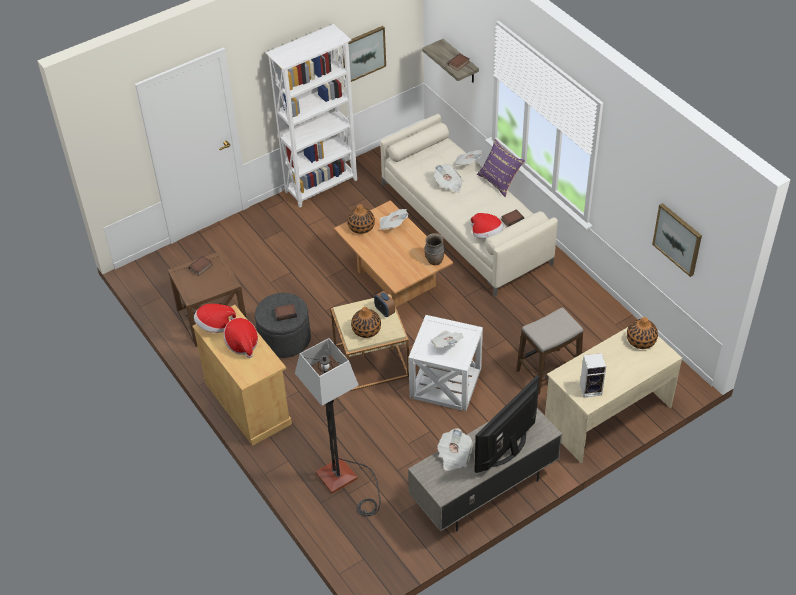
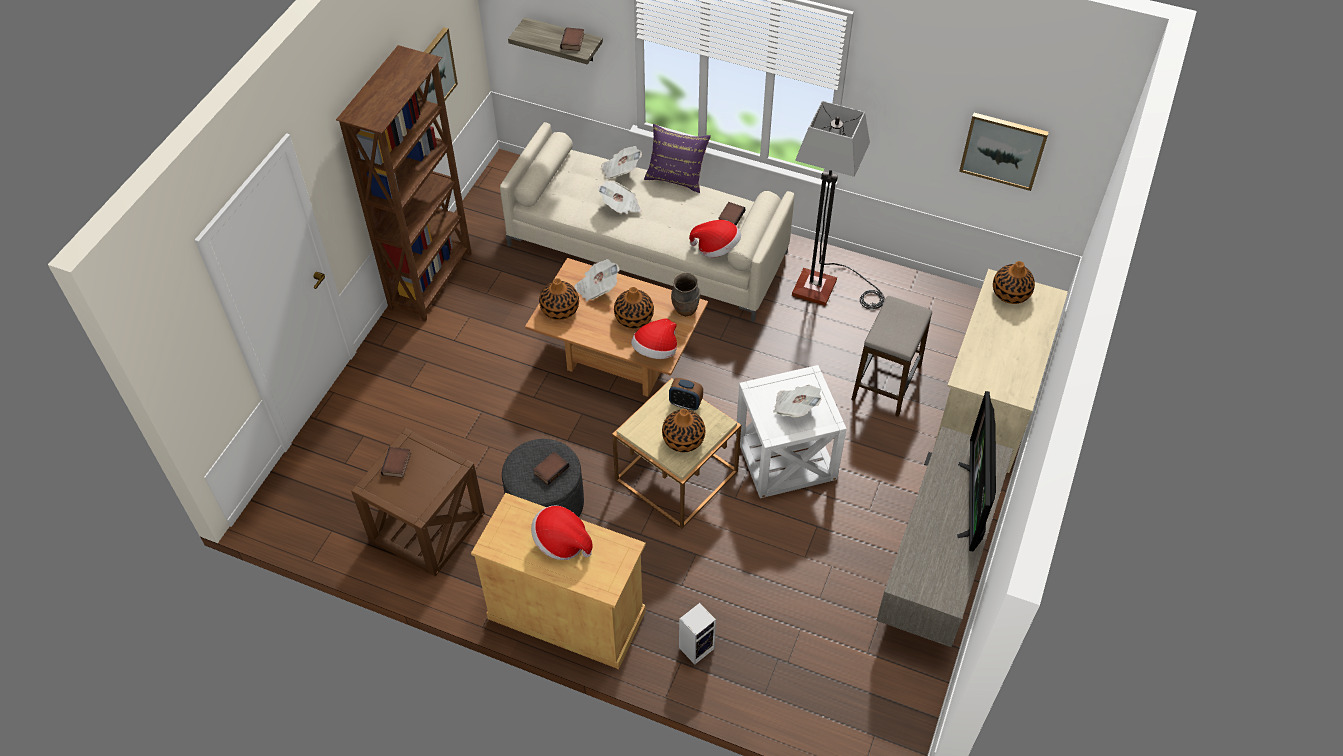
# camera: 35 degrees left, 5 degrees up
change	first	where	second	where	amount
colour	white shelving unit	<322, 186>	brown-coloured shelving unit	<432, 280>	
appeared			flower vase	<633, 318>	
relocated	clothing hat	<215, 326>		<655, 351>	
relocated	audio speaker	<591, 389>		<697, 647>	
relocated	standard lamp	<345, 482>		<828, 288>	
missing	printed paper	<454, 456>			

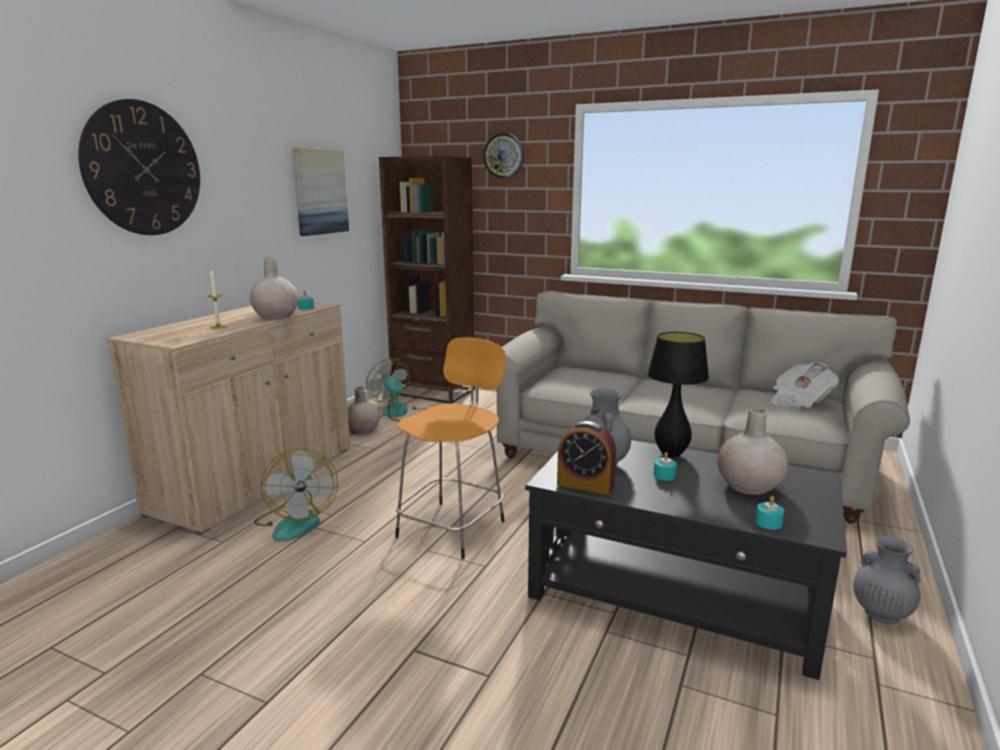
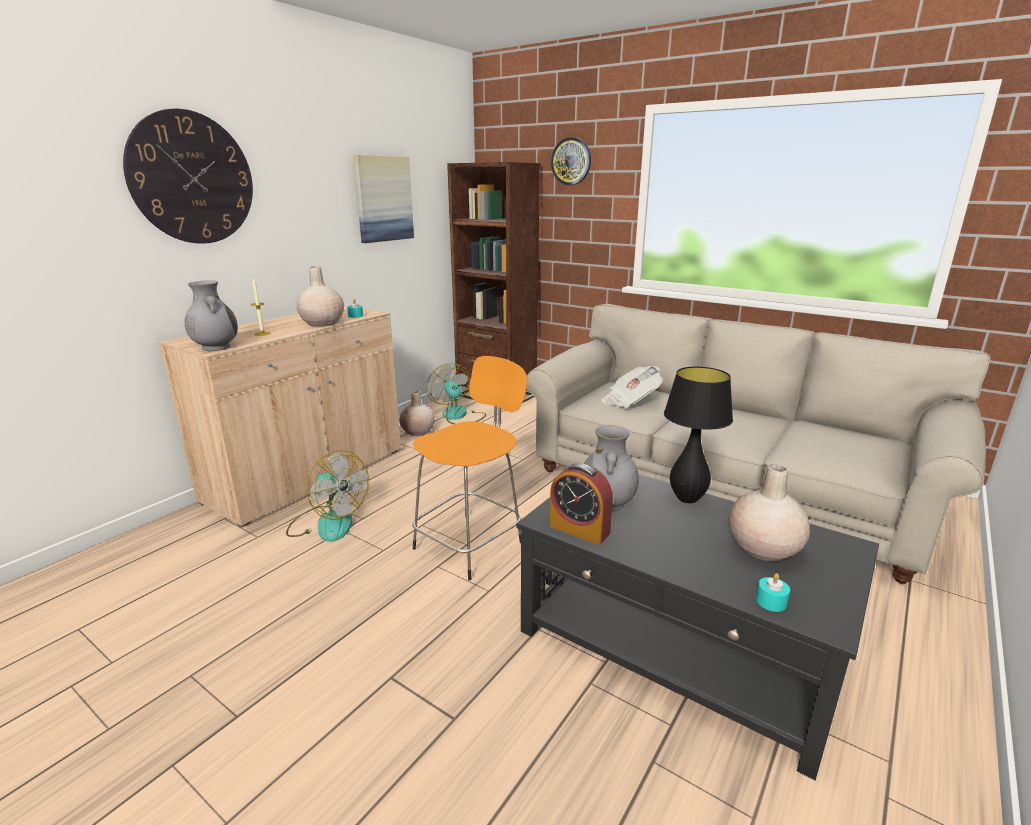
# camera: 10 degrees right, 5 degrees up
change	first	where	second	where	amount
relocated	gray flower vase	<880, 613>		<215, 347>	
spun	electric fan	<296, 522>		<328, 522>	45 degrees counterclockwise
relocated	printed paper	<799, 401>		<630, 401>	
missing	turquoise-coloured wax candle	<664, 475>			

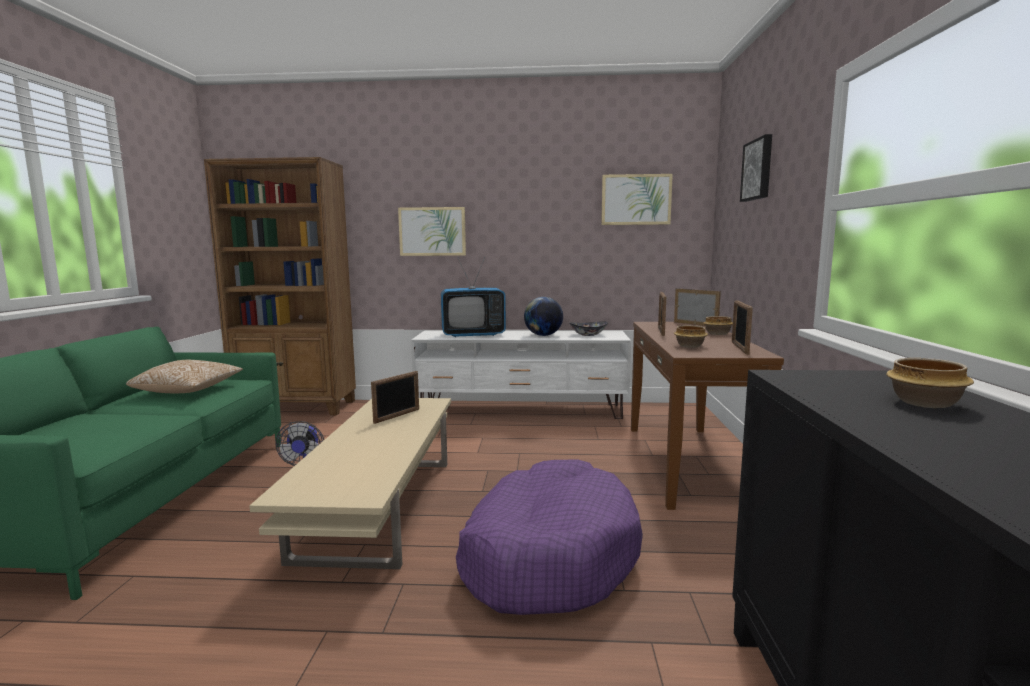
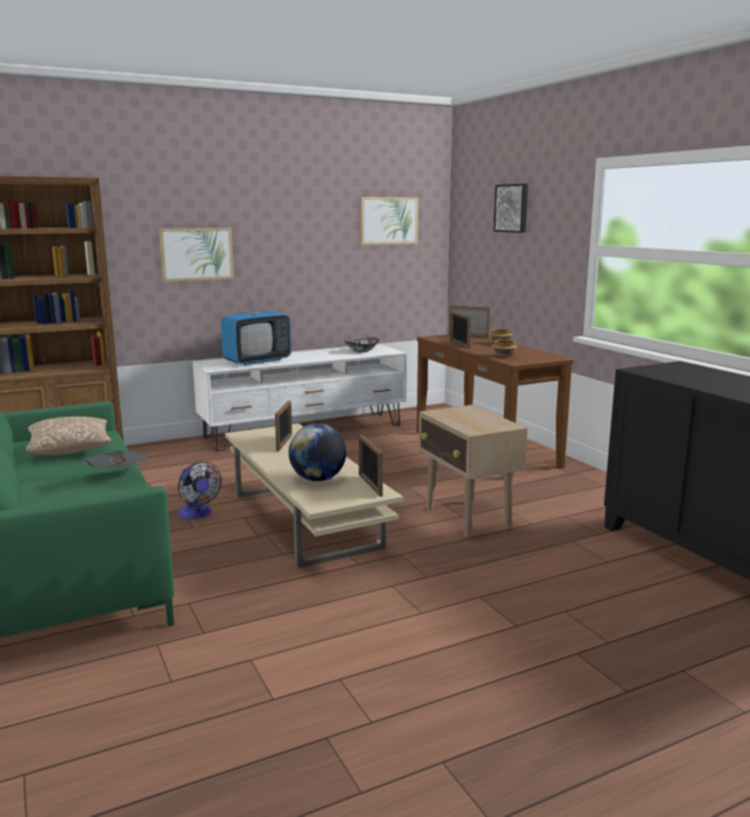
# camera: 30 degrees left, 5 degrees up
change	first	where	second	where	amount
appeared			printed paper	<119, 476>	
relocated	world globe	<543, 335>		<318, 479>	
relocated	photo frame	<739, 348>		<370, 485>	
exchanged	purple-coloured dog cushion	<548, 555>	beige-coloured accent table	<468, 519>	
missing	bowl	<927, 403>			

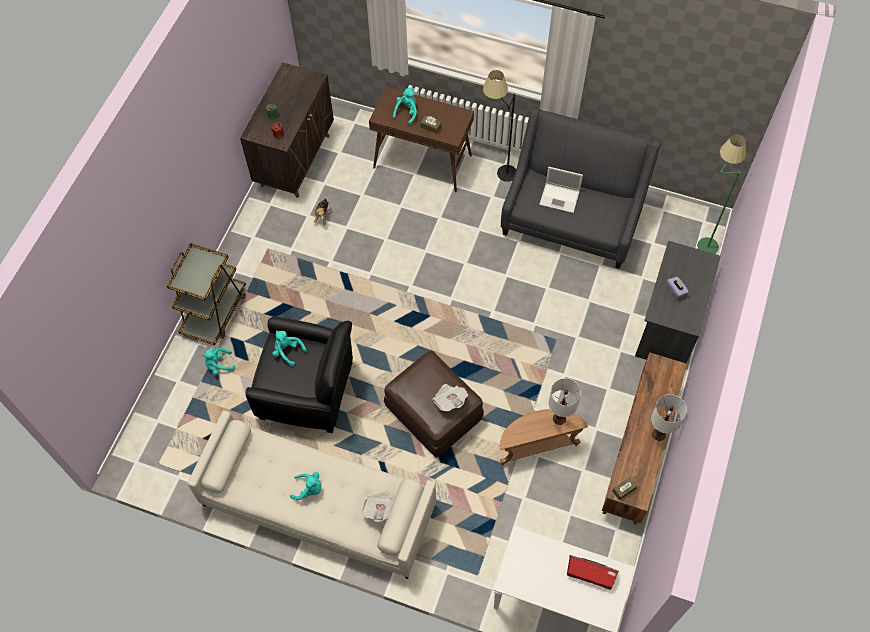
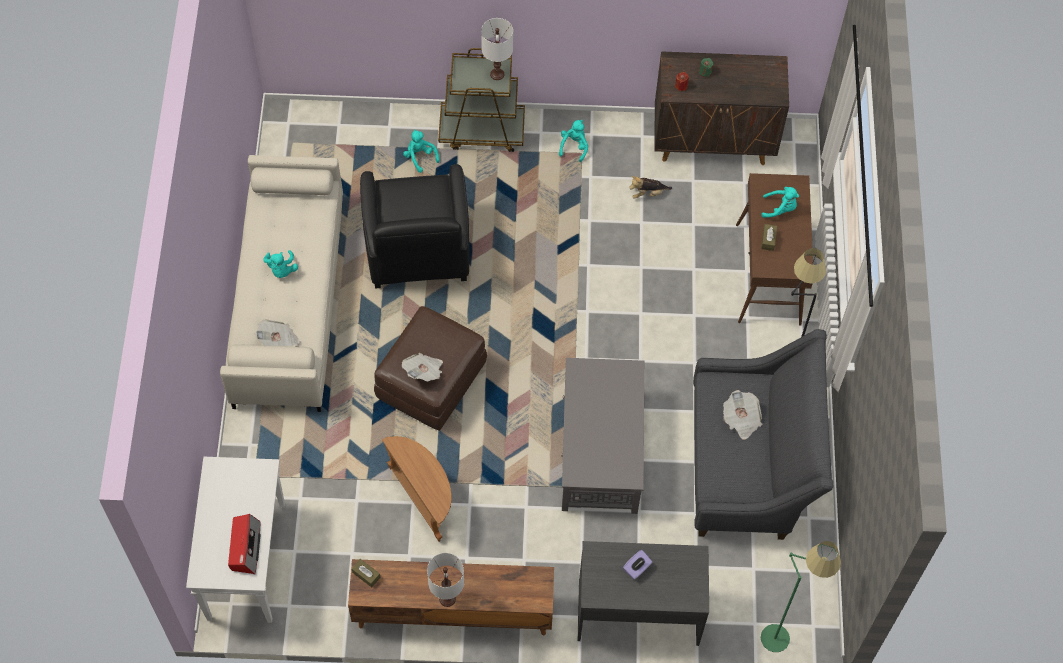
# camera: 70 degrees right, 0 degrees up
change	first	where	second	where	amount
relocated	white tabletop lamp	<559, 418>		<497, 74>	
relocated	turquoise-coloured cuddly toy	<287, 351>		<574, 146>	
appeared			gray low table	<600, 450>	
exchanged	notebook computer	<560, 198>	printed paper	<741, 419>	

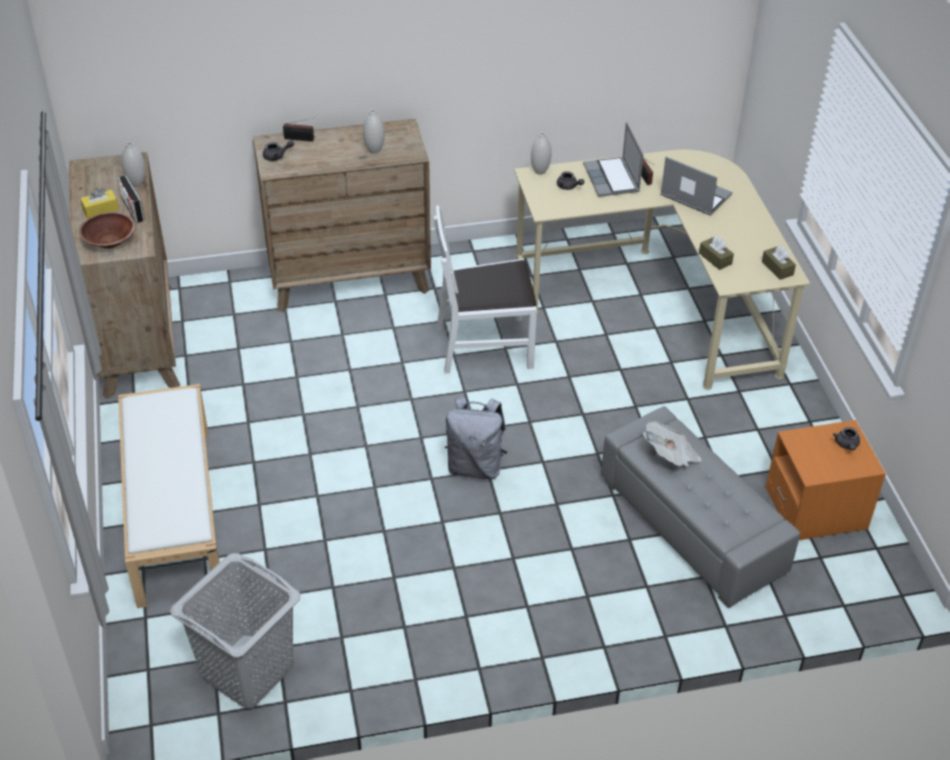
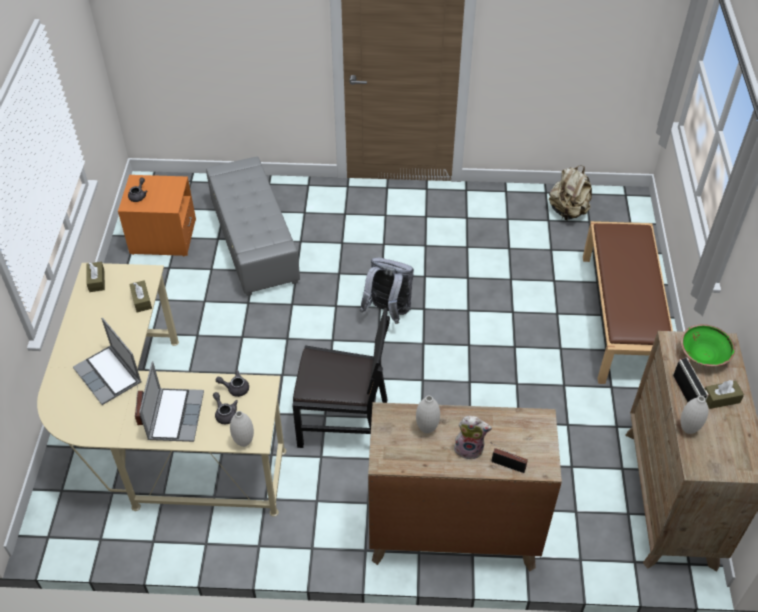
# camera: 165 degrees left, 5 degrees up
change	first	where	second	where	amount
relocated	gray teapot	<277, 156>		<235, 388>	
colour	white plain chair	<484, 346>	black-coloured plain chair	<342, 421>	
appeared			cuddly toy	<469, 448>	
exchanged	gray washing basket	<247, 671>	beige-coloured knapsack	<568, 211>	
colour	white indoor bench	<173, 513>	brown-coloured indoor bench	<622, 318>	
colour	brown-coloured bowl	<109, 242>	green-coloured bowl	<703, 354>	
colour	yellowish tissue holder	<100, 209>	brown-coloured tissue holder	<720, 399>	
missing	printed paper	<670, 456>			

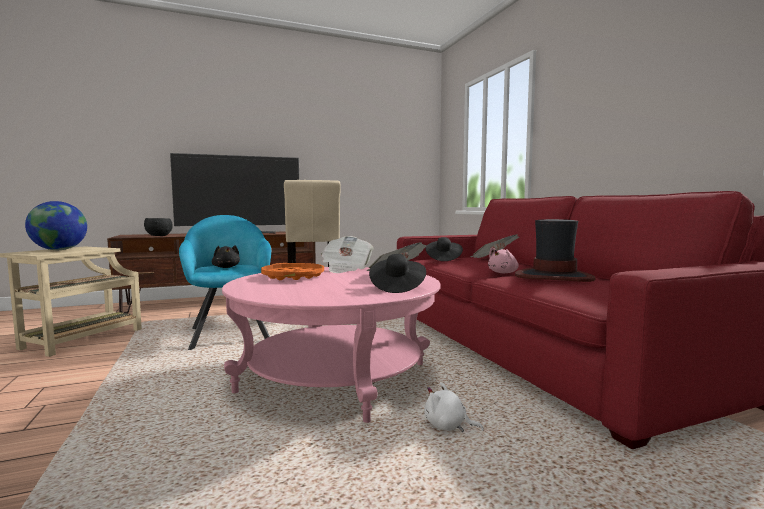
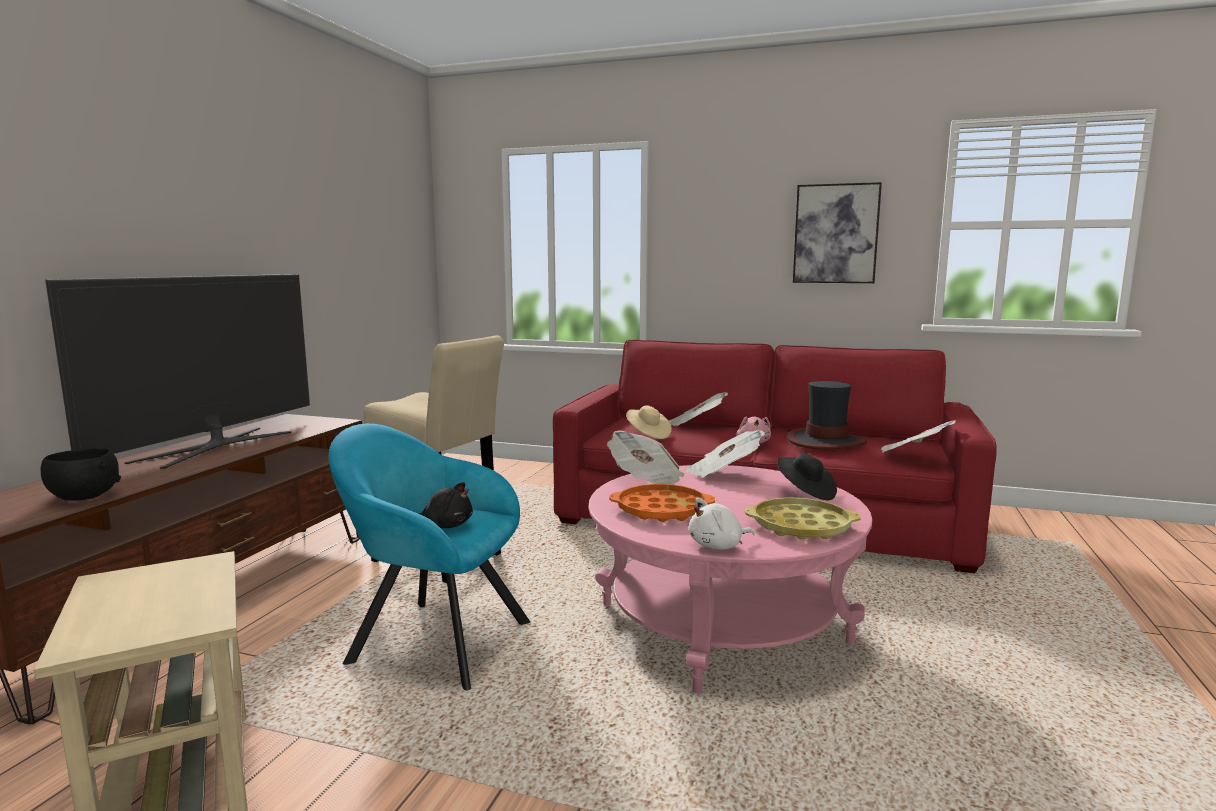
# camera: 50 degrees left, 5 degrees up
change	first	where	second	where	amount
colour	black-coloured clothing hat	<443, 259>	beige-coloured clothing hat	<648, 434>	
relocated	white cuddly toy	<448, 426>		<718, 546>	
appeared			yellowish serving tray	<801, 526>	
appeared			picture	<835, 234>	
appeared			printed paper	<913, 455>	
missing	world globe	<59, 250>			

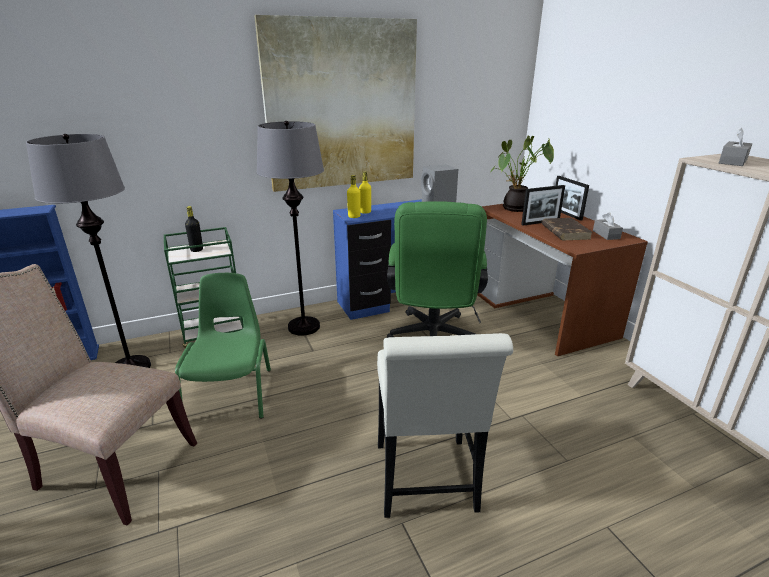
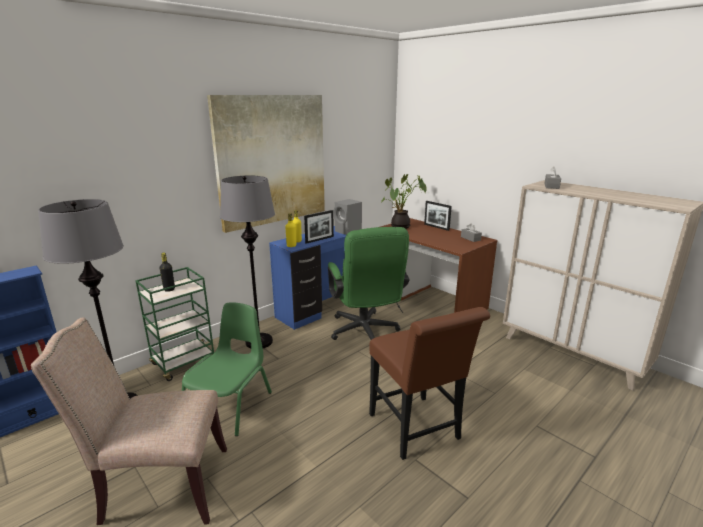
# camera: 20 degrees left, 5 degrees down
change	first	where	second	where	amount
spun	green-coloured plain chair	<231, 393>		<230, 405>	45 degrees clockwise
relocated	photo frame	<540, 222>		<319, 239>	
colour	white plain chair	<426, 483>	brown-coloured plain chair	<417, 430>	
missing	brown-coloured volume	<565, 231>			

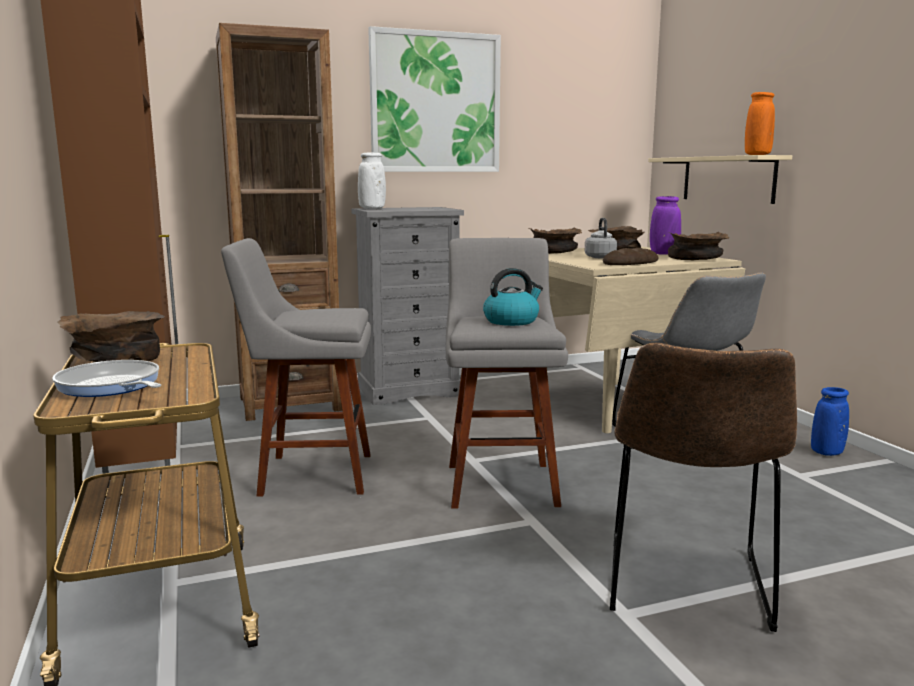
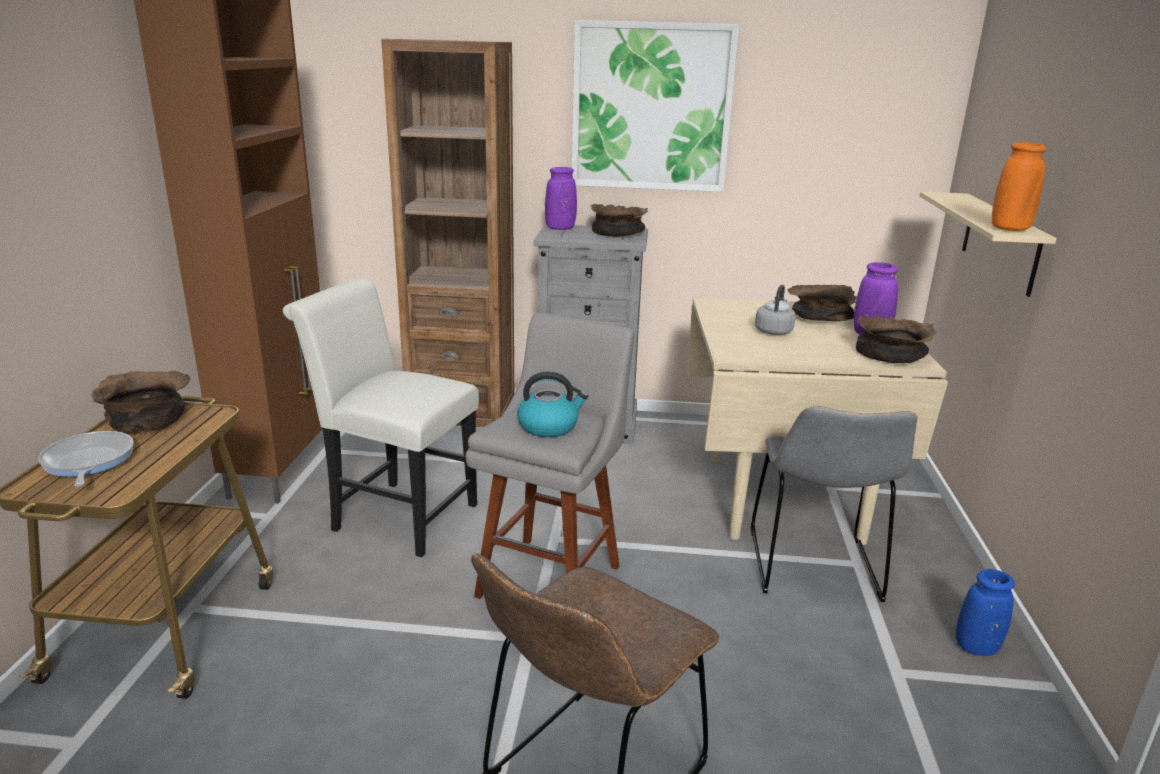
# camera: 25 degrees right, 10 degrees up
change	first	where	second	where	amount
exchanged	gray stool	<309, 474>	white plain chair	<396, 515>	
colour	white flower vase	<372, 208>	purple-coloured flower vase	<560, 228>	
relocated	brown-coloured bowl	<555, 252>		<619, 234>	
missing	baked bread	<630, 263>			

